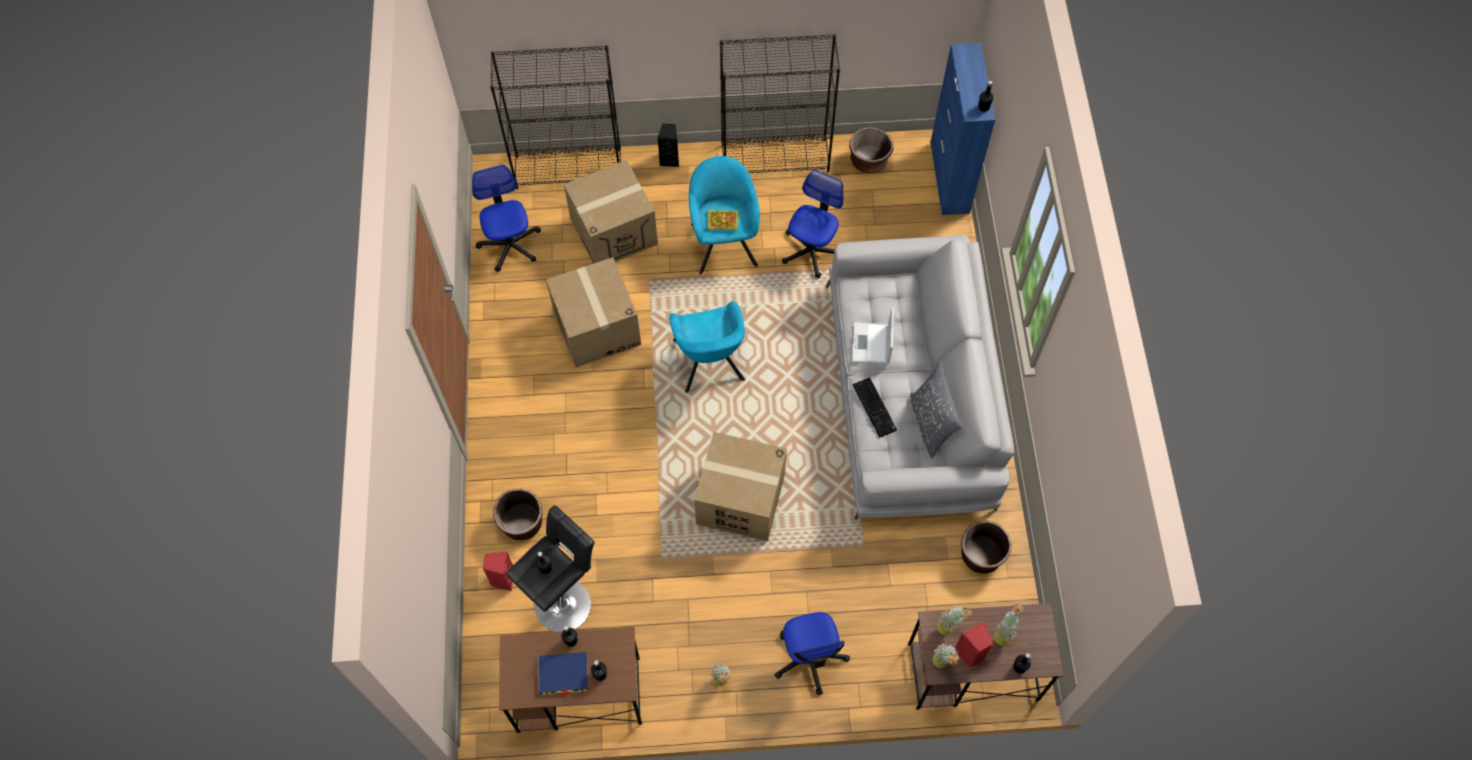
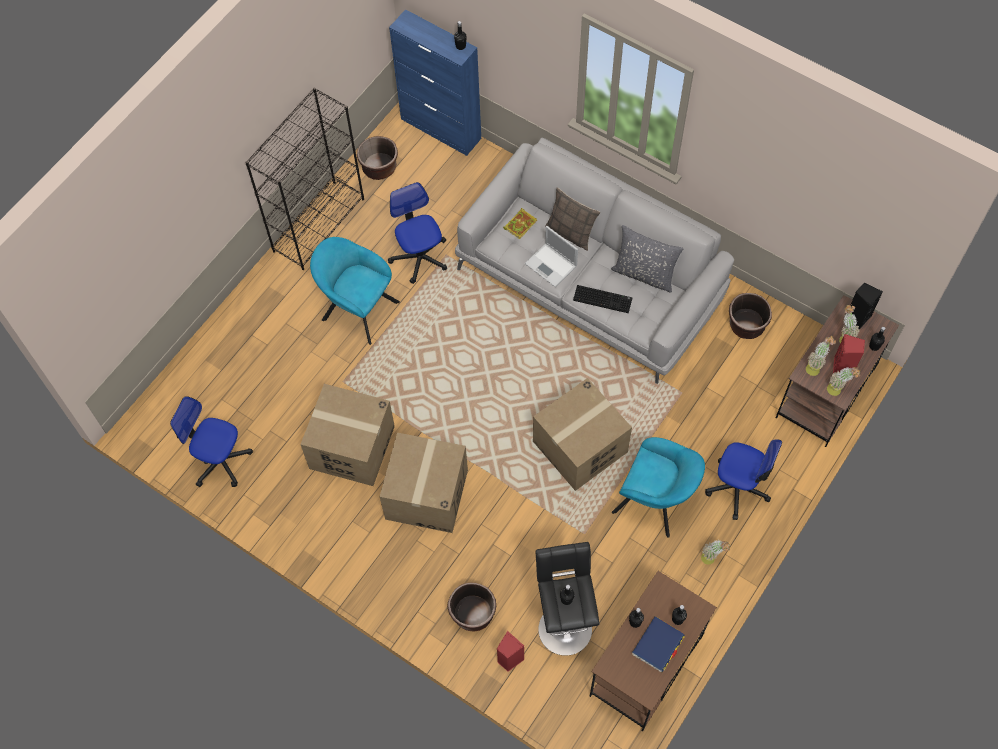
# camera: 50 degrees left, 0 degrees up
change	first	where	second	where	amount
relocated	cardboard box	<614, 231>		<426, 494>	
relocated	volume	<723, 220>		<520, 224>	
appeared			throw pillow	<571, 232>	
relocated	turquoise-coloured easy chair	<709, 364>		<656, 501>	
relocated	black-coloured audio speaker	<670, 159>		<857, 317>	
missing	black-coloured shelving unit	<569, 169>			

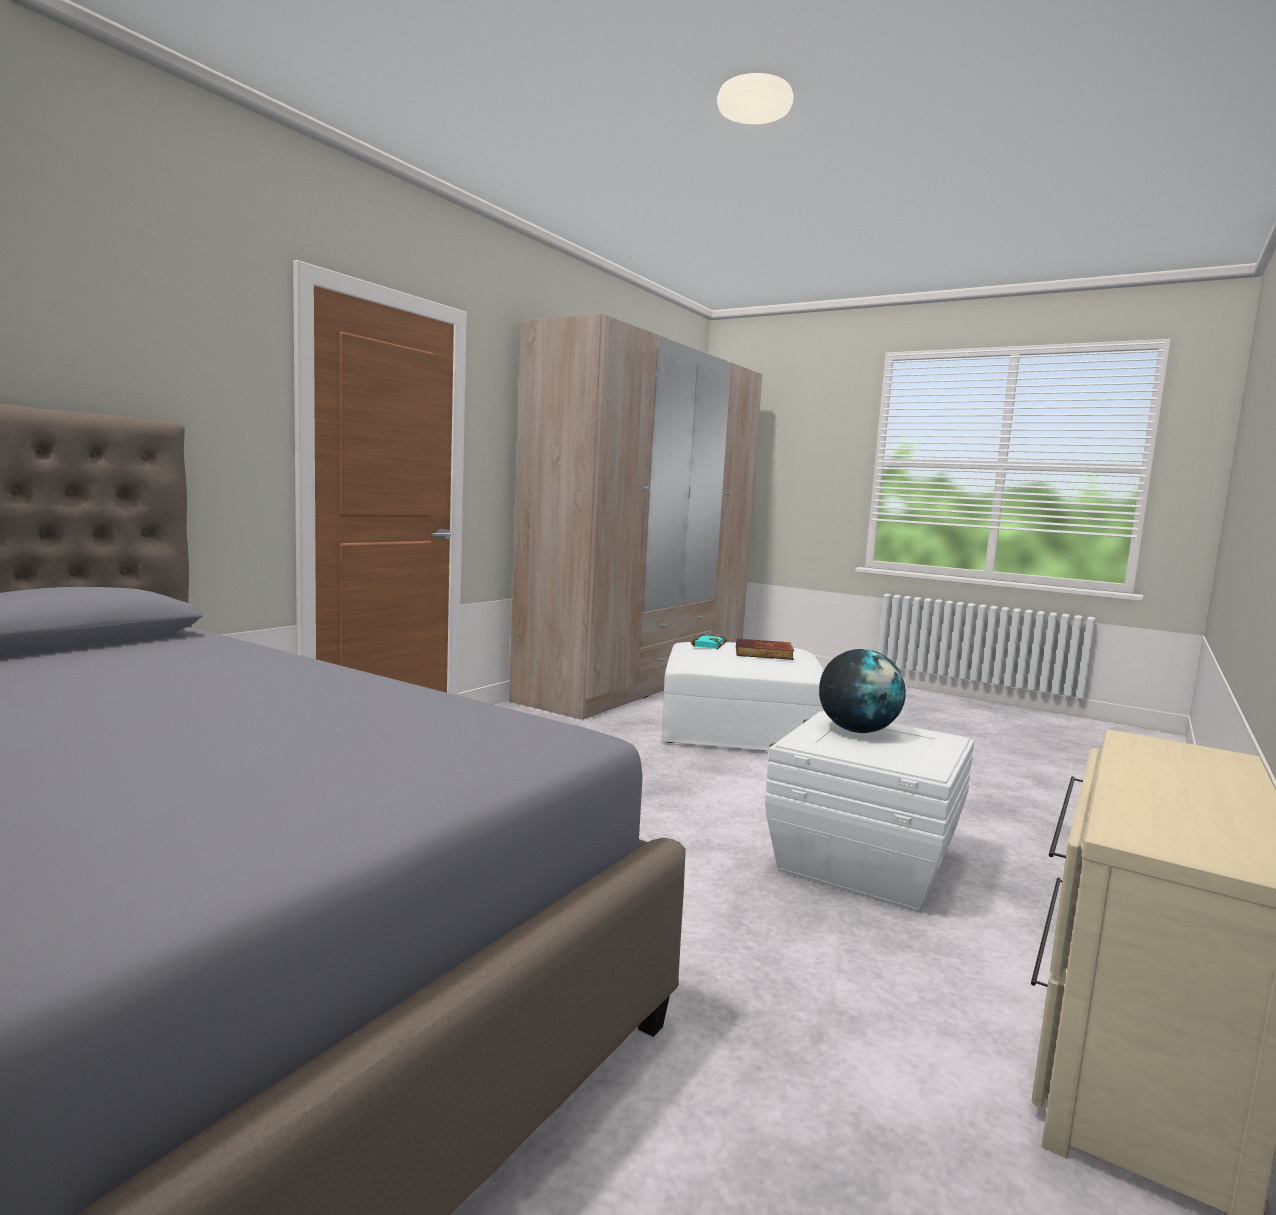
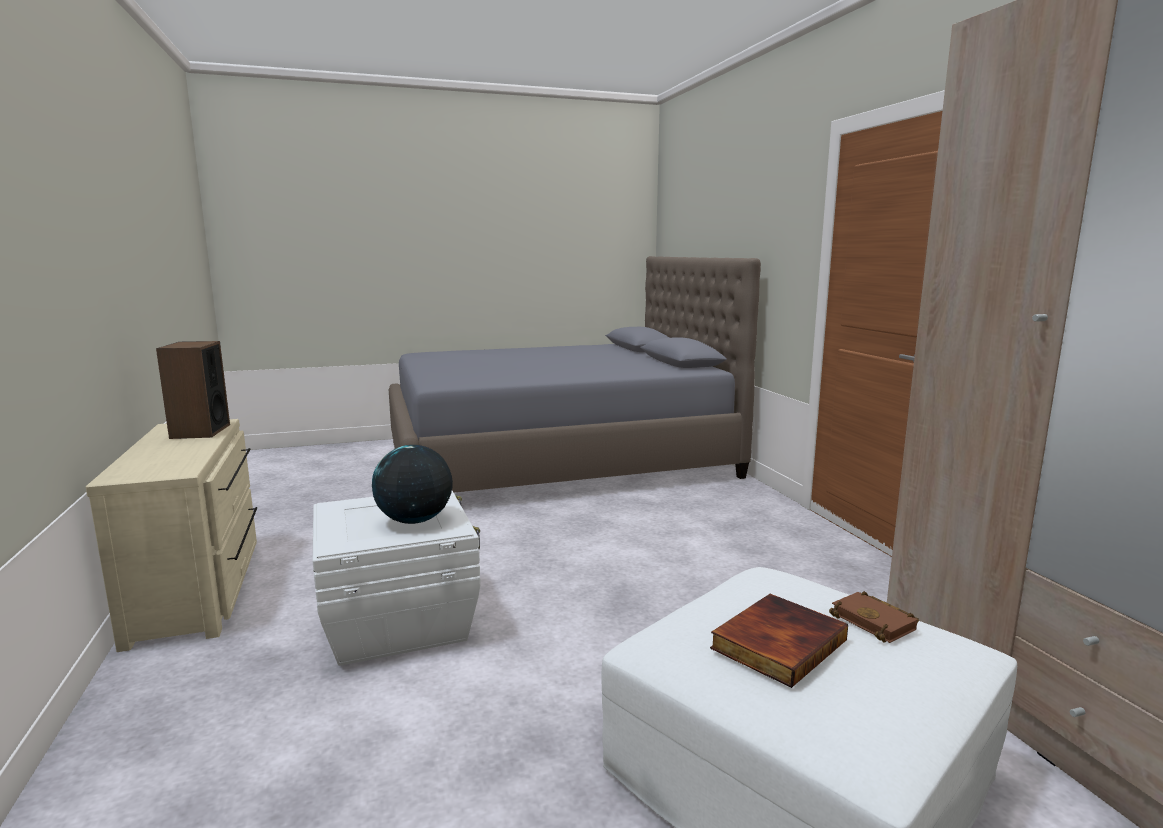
# camera: 130 degrees right, 5 degrees up
change	first	where	second	where	amount
appeared			audio speaker	<200, 431>	
colour	turquoise-coloured volume	<707, 645>	brown-coloured volume	<876, 622>	

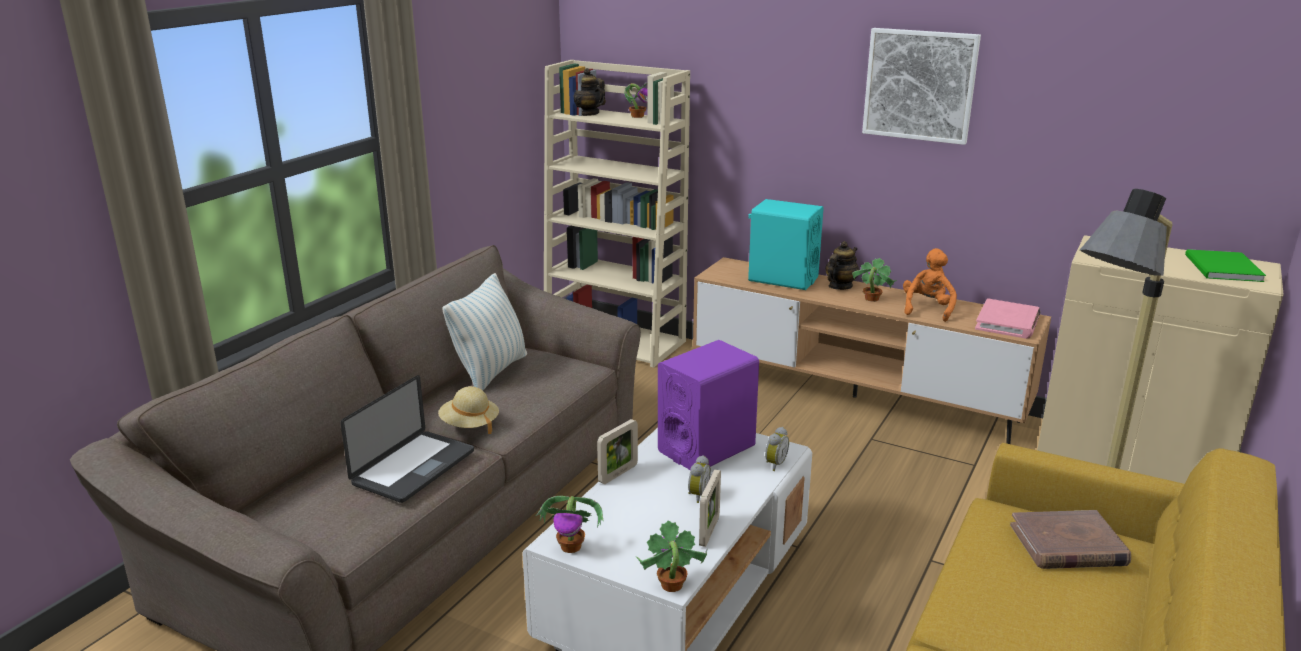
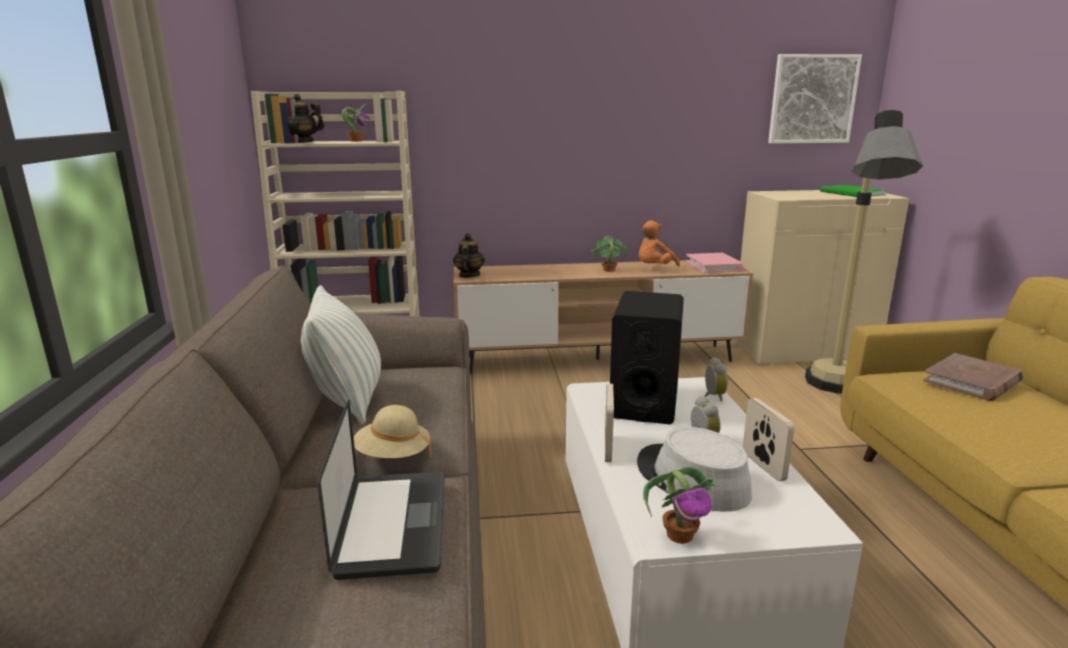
# camera: 35 degrees left, 5 degrees down
change	first	where	second	where	amount
relocated	teapot	<840, 286>		<469, 275>	
colour	purple-coloured audio speaker	<706, 448>	black-coloured audio speaker	<644, 402>	
appeared			gray clothing hat	<691, 479>	
spun	orange cuddly toy	<927, 309>		<654, 268>	120 degrees counterclockwise
relocated	picture	<920, 85>		<812, 99>	
missing	houseplant	<671, 585>			
missing	turquoise-coloured audio speaker	<782, 279>			

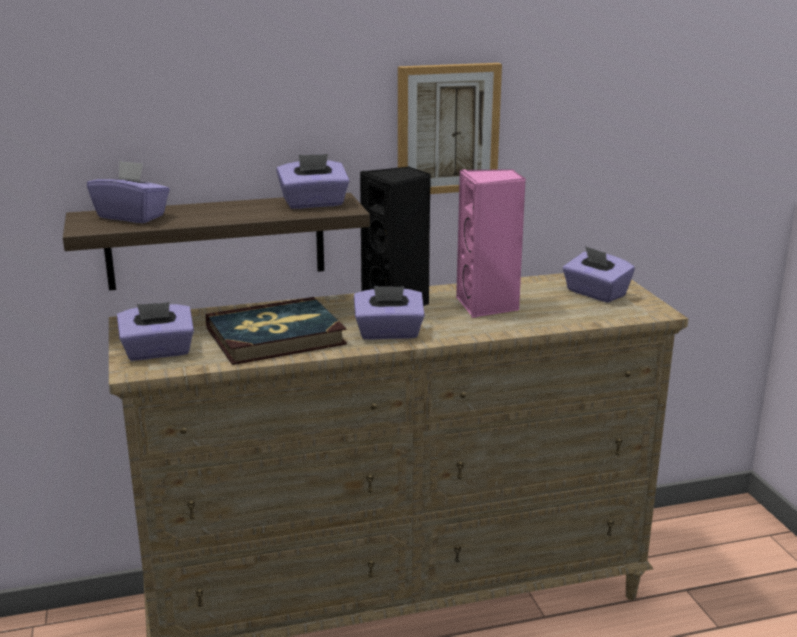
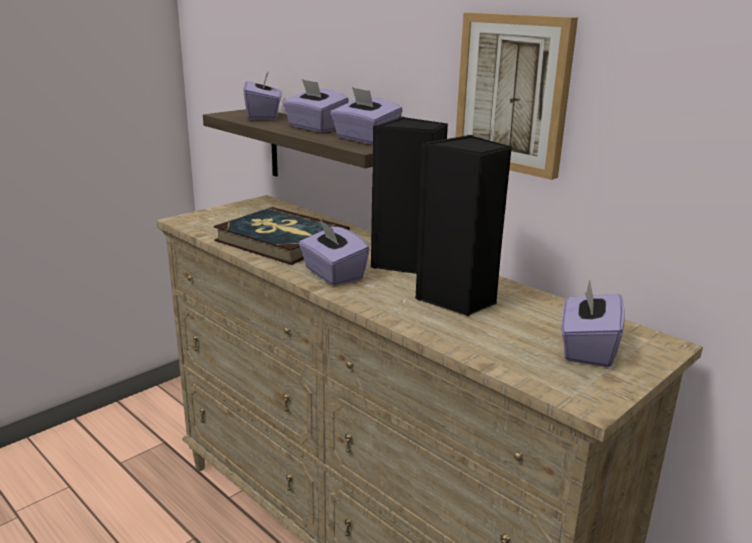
# camera: 60 degrees right, 0 degrees up
change	first	where	second	where	amount
relocated	purple-coloured tissue holder	<158, 352>		<315, 128>	
colour	pinkish audio speaker	<488, 306>	black-coloured audio speaker	<458, 300>	

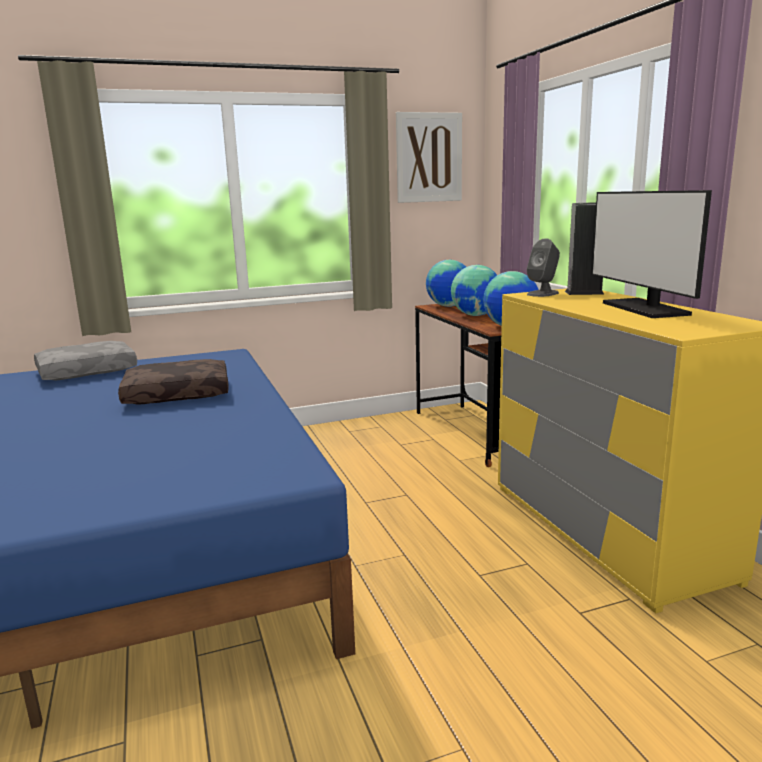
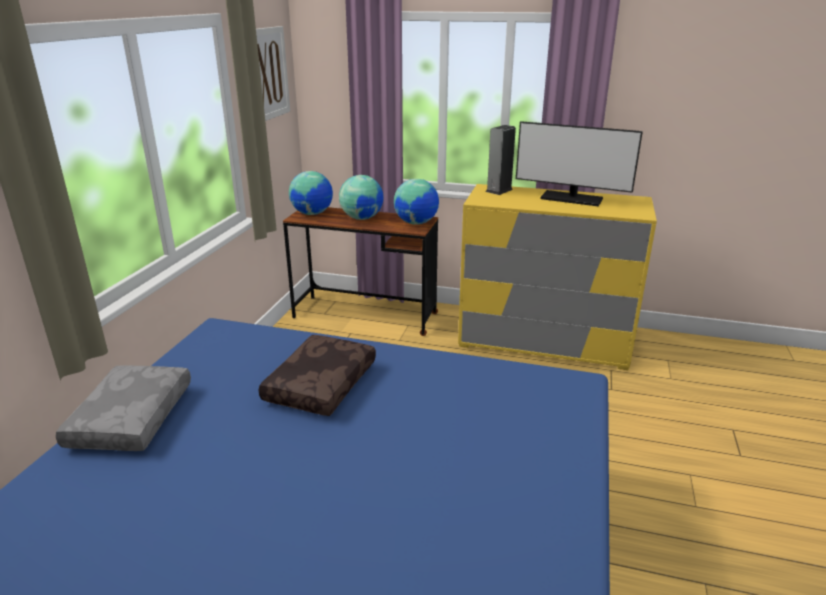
# camera: 55 degrees left, 10 degrees up
change	first	where	second	where	amount
missing	gray audio speaker	<543, 293>			

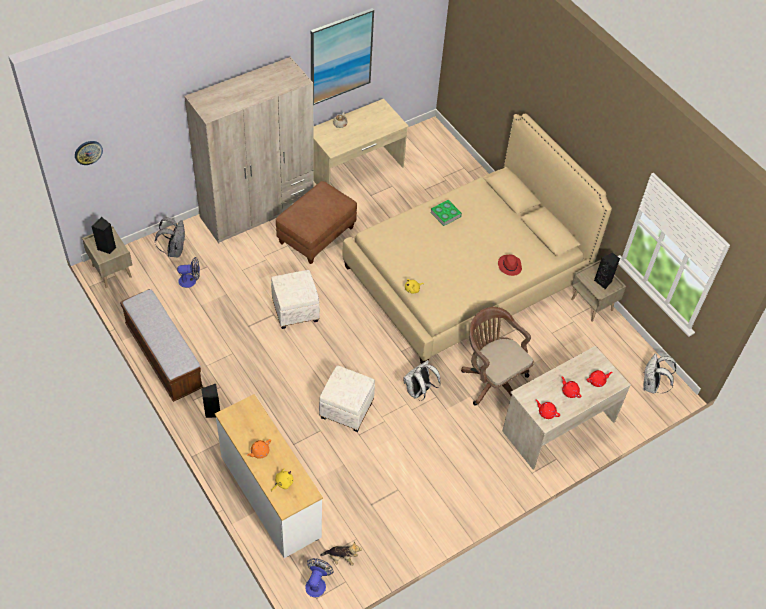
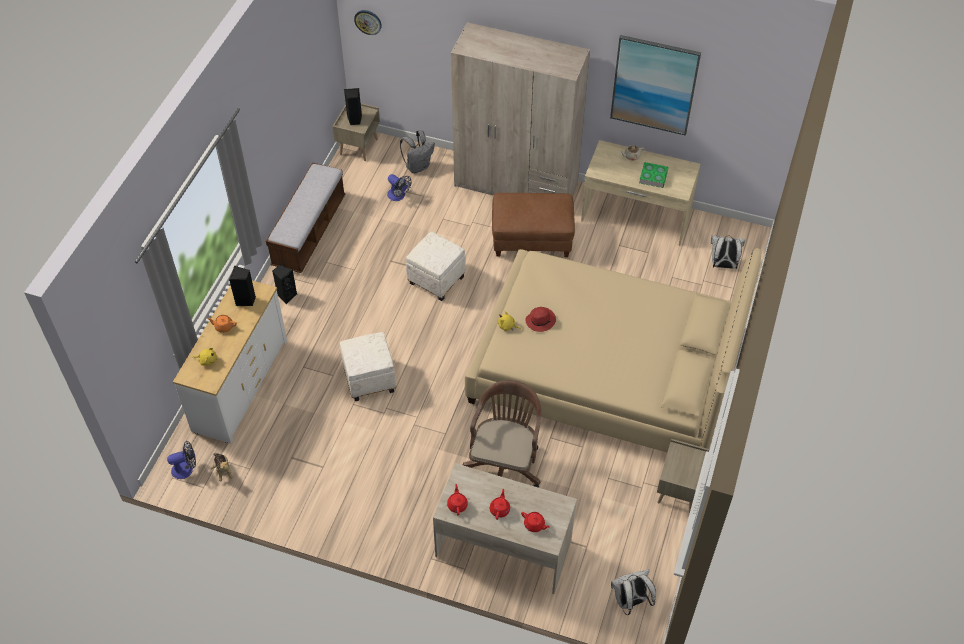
# camera: 55 degrees right, 0 degrees up
change	first	where	second	where	amount
relocated	black-coloured audio speaker	<604, 281>		<246, 300>	
relocated	red-coloured clothing hat	<509, 266>		<540, 320>	
relocated	volume	<445, 214>		<653, 177>	
relocated	white knapsack	<418, 392>		<723, 265>	

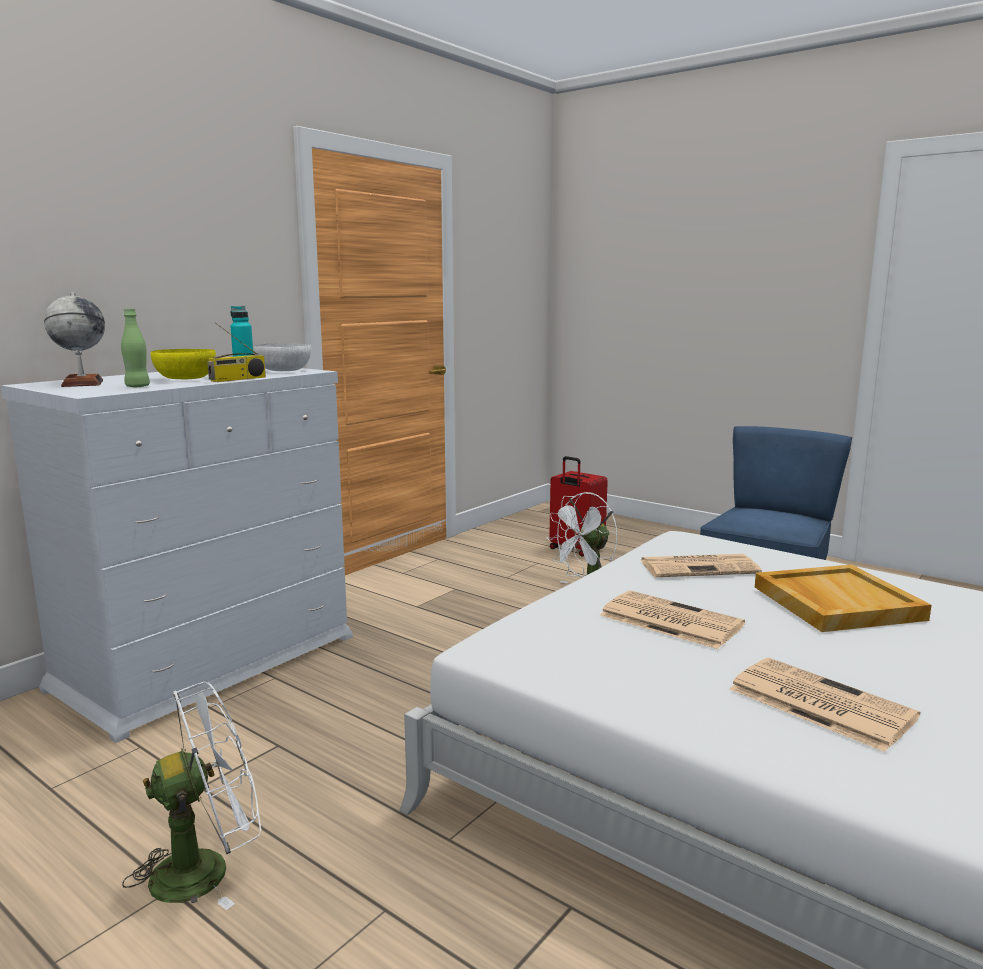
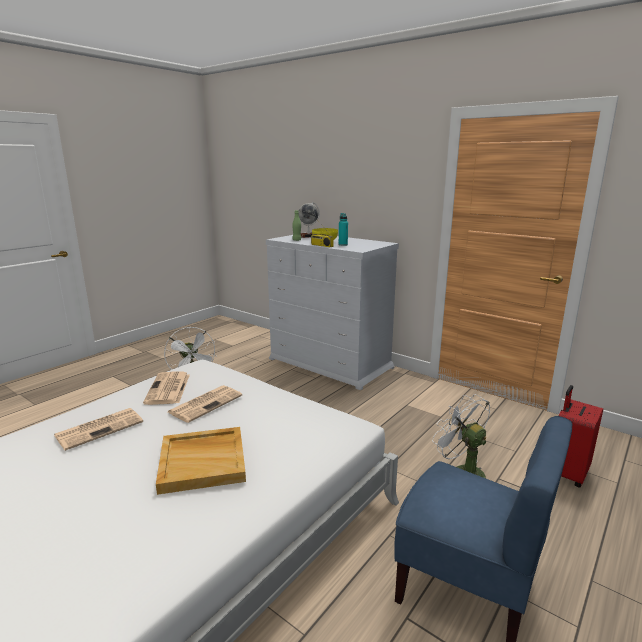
# camera: 90 degrees right, 5 degrees up
change	first	where	second	where	amount
relocated	printed paper	<700, 567>		<168, 389>	
missing	white bowl	<283, 370>			

